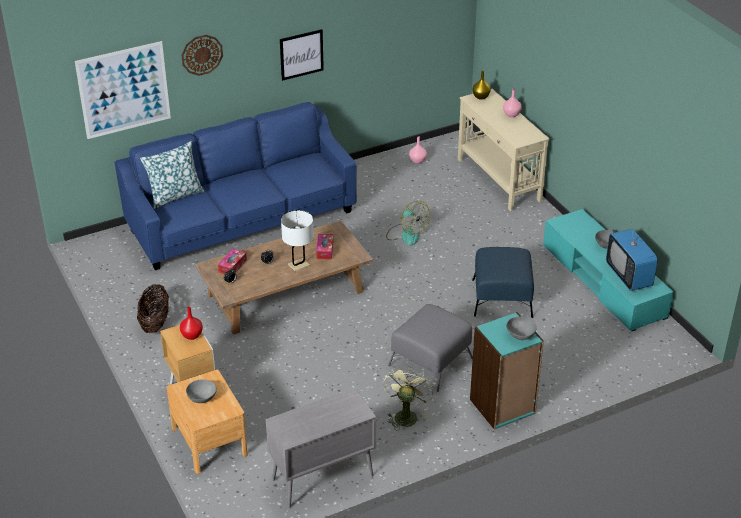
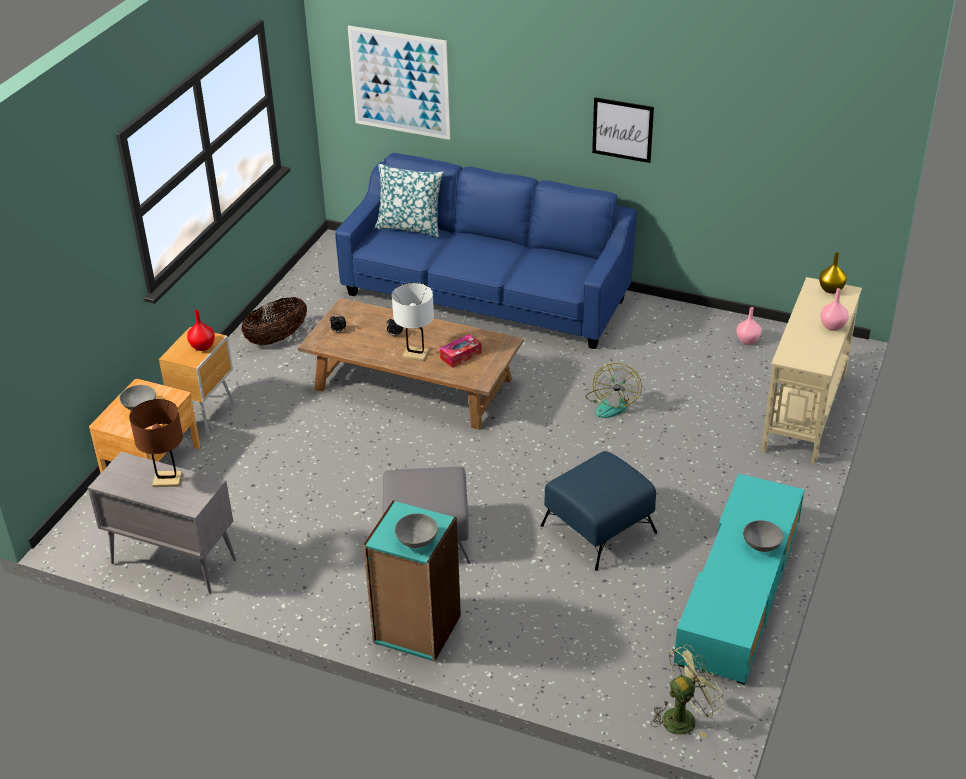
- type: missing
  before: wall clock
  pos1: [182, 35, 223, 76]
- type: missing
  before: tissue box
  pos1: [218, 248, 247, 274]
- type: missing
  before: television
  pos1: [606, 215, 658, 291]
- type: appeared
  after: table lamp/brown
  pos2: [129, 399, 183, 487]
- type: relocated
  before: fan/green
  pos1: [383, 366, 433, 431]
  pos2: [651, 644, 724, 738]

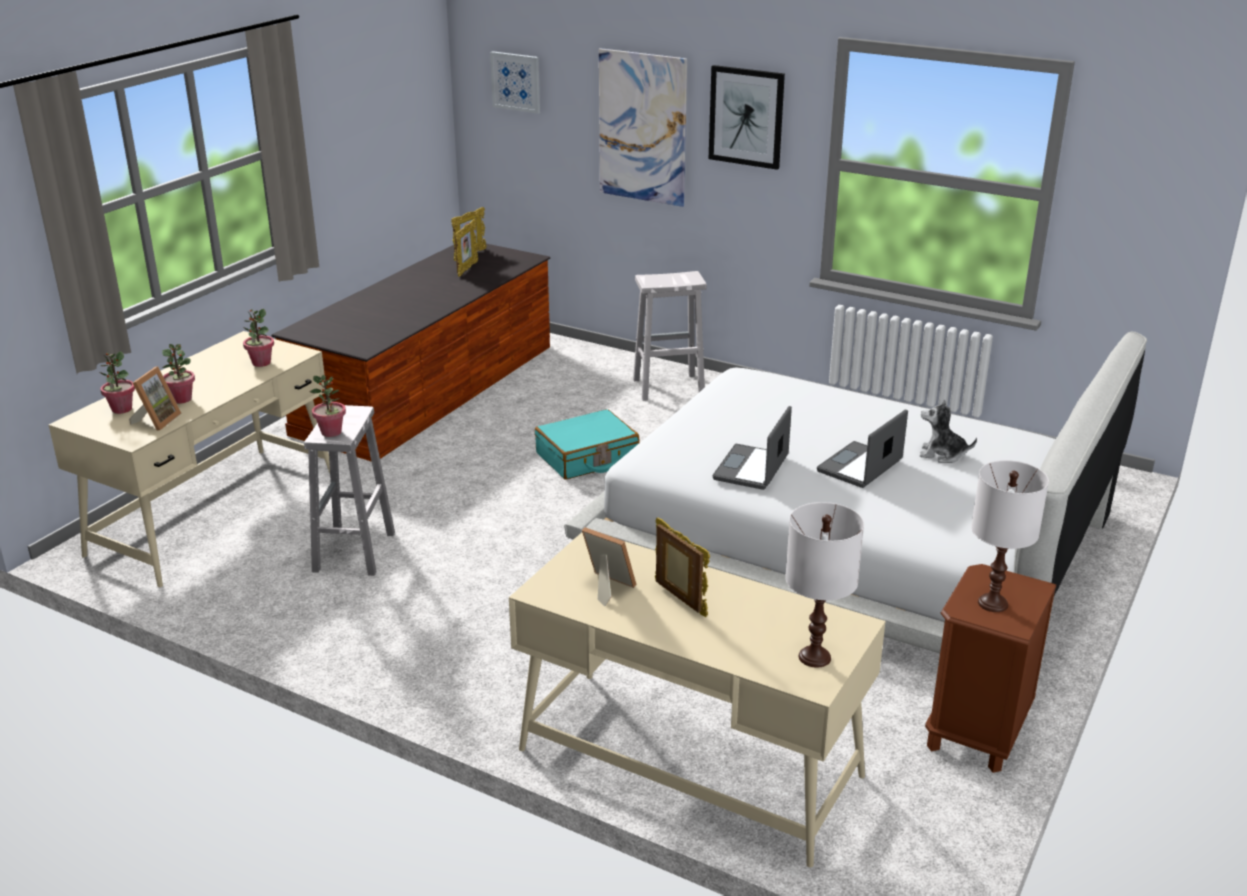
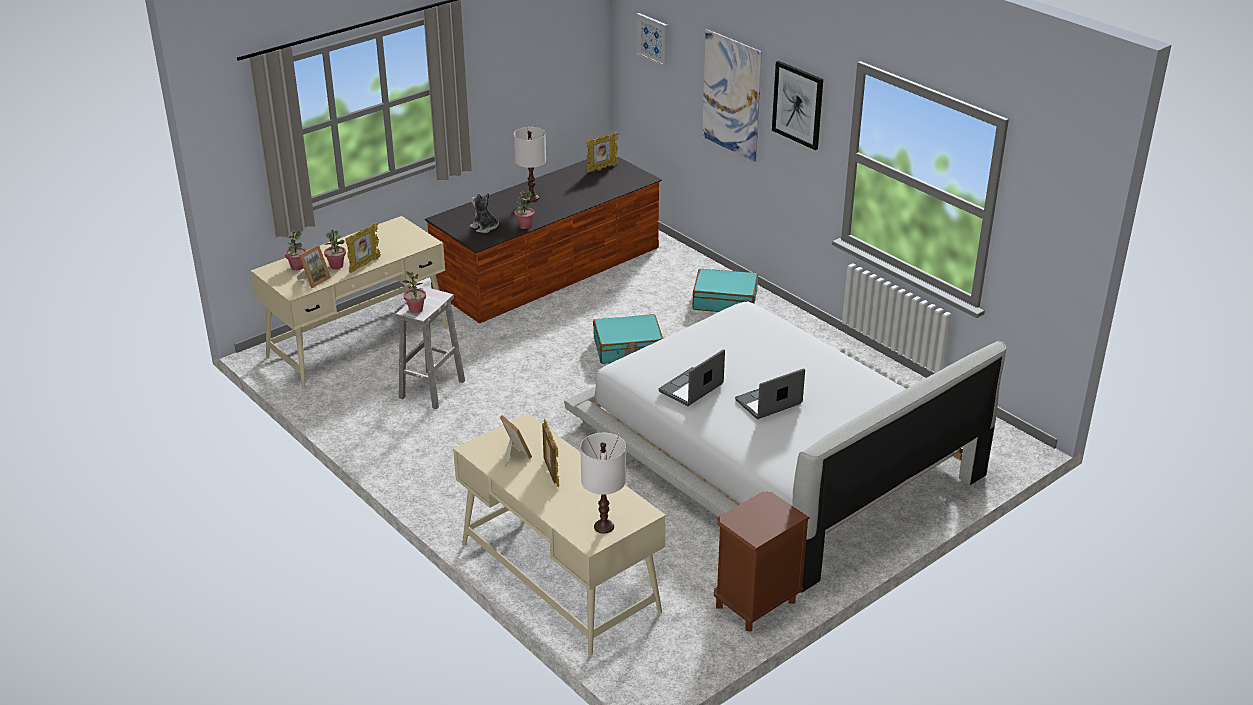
- type: relocated
  before: potted plant
  pos1: [243, 309, 274, 367]
  pos2: [515, 191, 535, 229]
- type: relocated
  before: picture frame
  pos1: [455, 219, 478, 277]
  pos2: [345, 223, 381, 273]
- type: relocated
  before: plush toy
  pos1: [920, 400, 977, 463]
  pos2: [470, 193, 499, 233]
- type: relocated
  before: table lamp/white
  pos1: [971, 460, 1049, 612]
  pos2: [514, 127, 546, 201]
- type: exchanged
  before: stool/white
  after: suitcase/turquoise
  pos1: [633, 271, 707, 401]
  pos2: [692, 269, 758, 312]

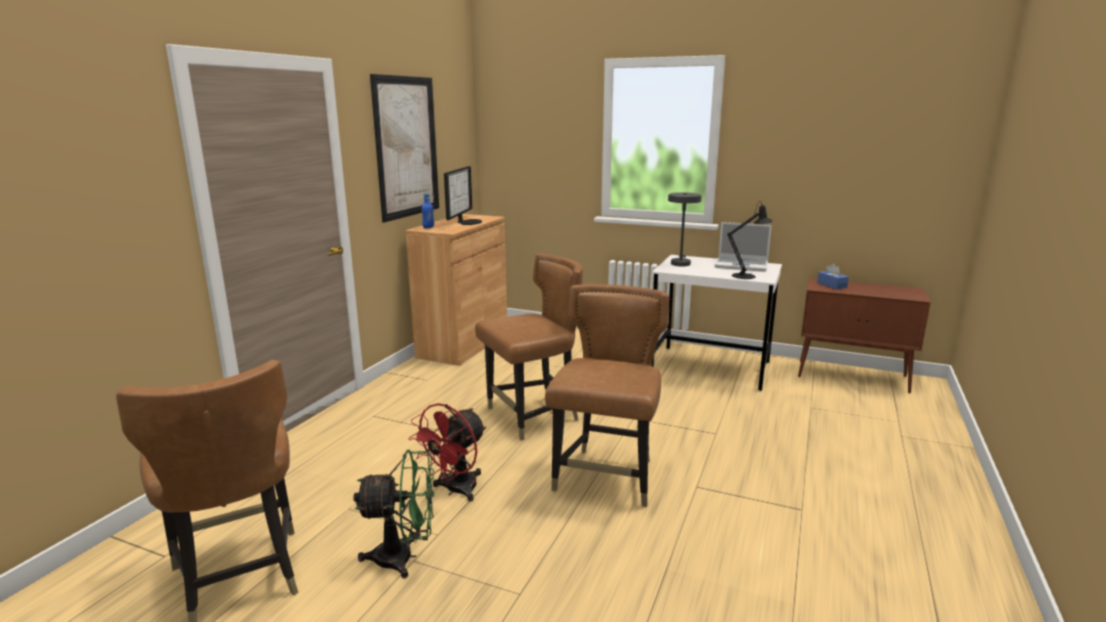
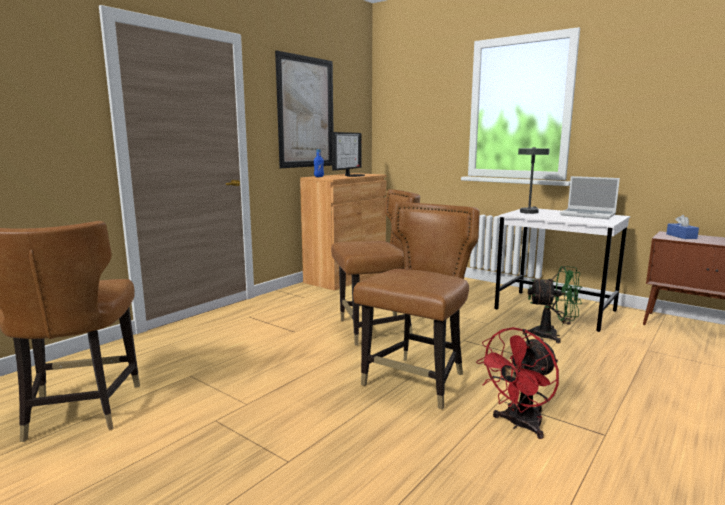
- type: missing
  before: table lamp/black
  pos1: [727, 201, 773, 279]
- type: relocated
  before: fan/green
  pos1: [353, 450, 435, 579]
  pos2: [523, 266, 582, 343]
- type: relocated
  before: fan/red
  pos1: [409, 403, 486, 501]
  pos2: [476, 327, 559, 439]

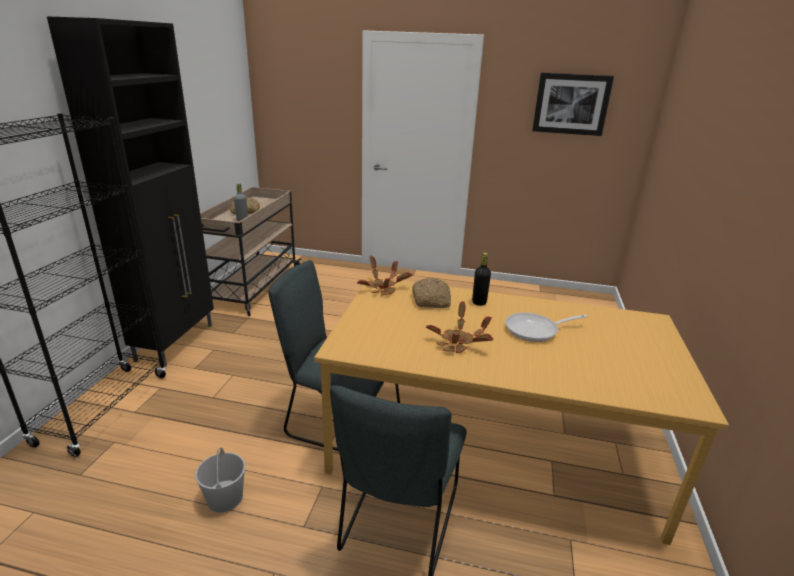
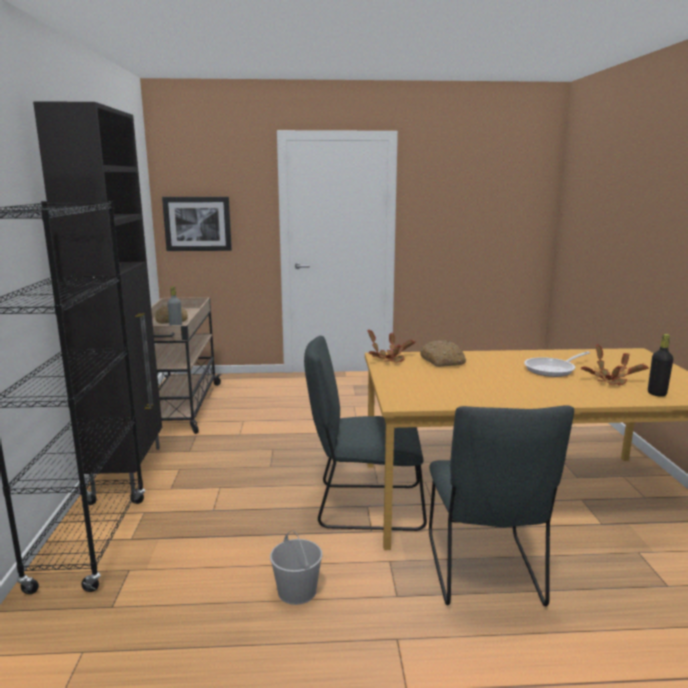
- type: relocated
  before: potted plant
  pos1: [426, 301, 493, 353]
  pos2: [581, 344, 649, 386]
- type: relocated
  before: bottle/black
  pos1: [472, 252, 491, 306]
  pos2: [648, 334, 673, 397]
- type: relocated
  before: picture
  pos1: [532, 72, 614, 136]
  pos2: [162, 197, 232, 251]

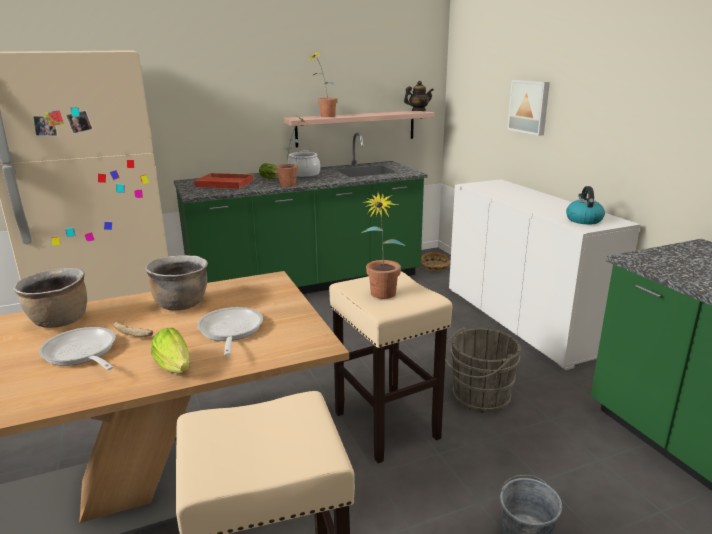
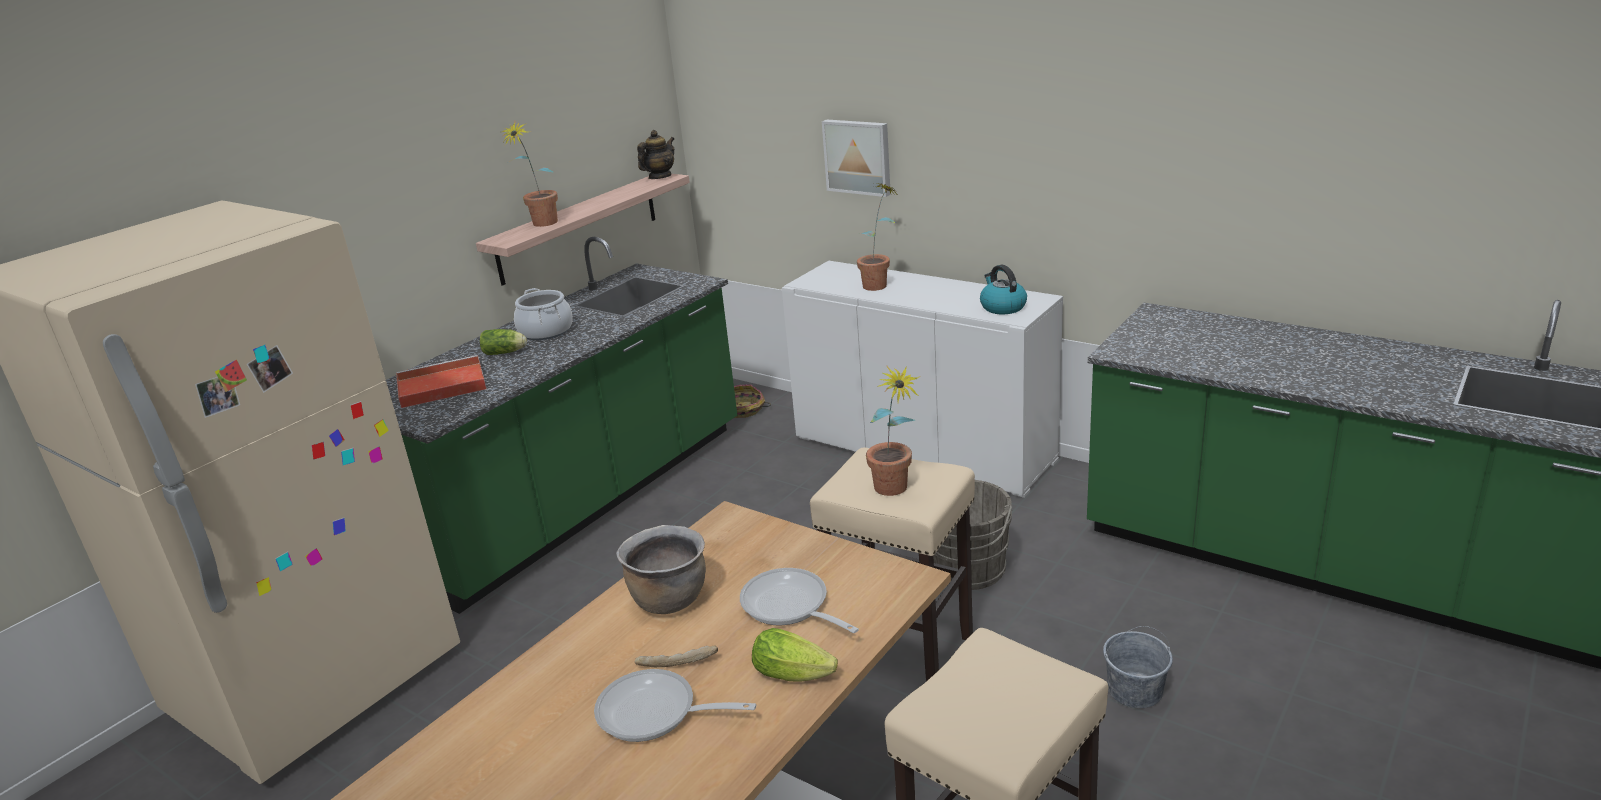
- type: missing
  before: cooking pot/brown
  pos1: [13, 268, 87, 328]
- type: relocated
  before: potted plant
  pos1: [276, 115, 306, 187]
  pos2: [857, 183, 899, 291]

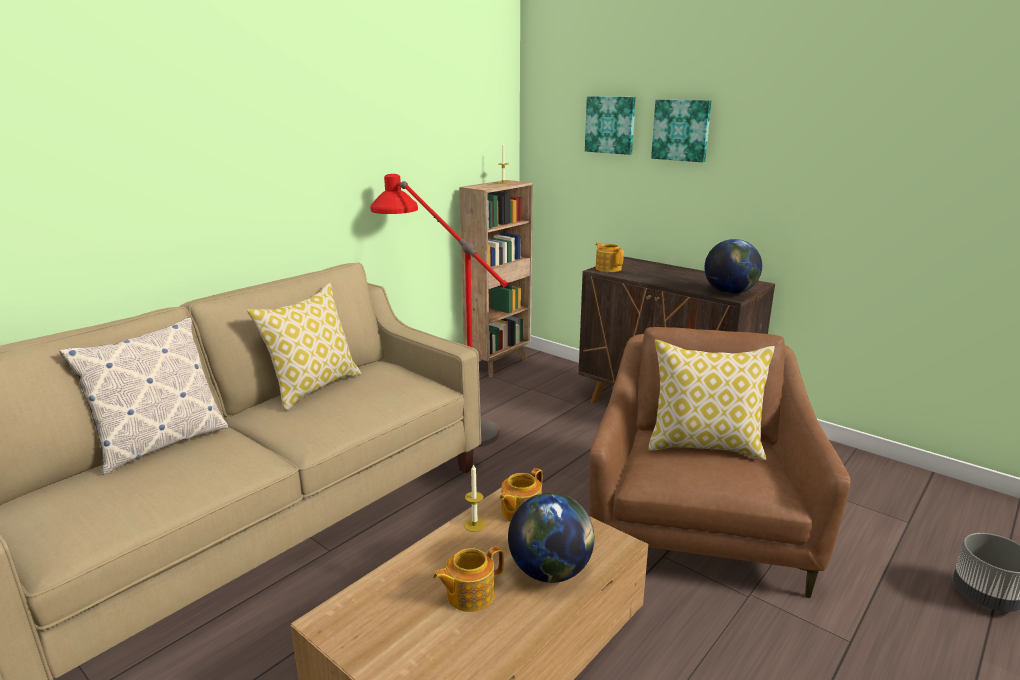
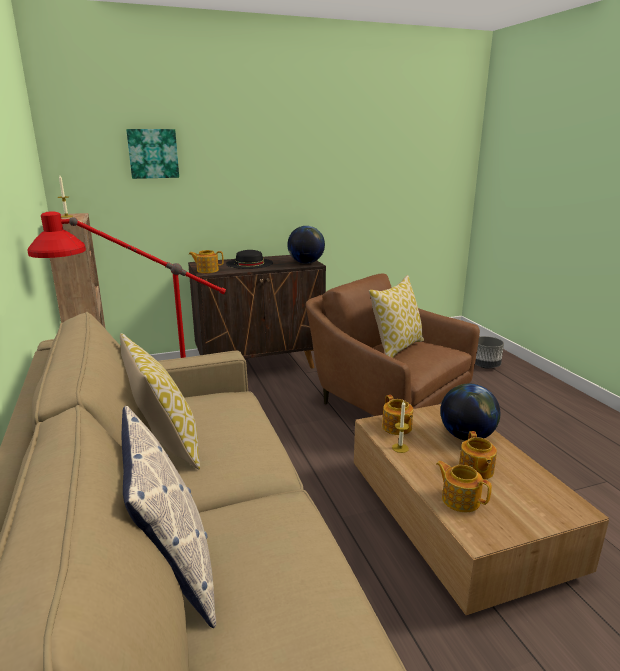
- type: missing
  before: picture
  pos1: [651, 100, 712, 162]
- type: appeared
  after: hat/black
  pos2: [226, 250, 273, 269]
- type: appeared
  after: teapot
  pos2: [436, 461, 492, 512]

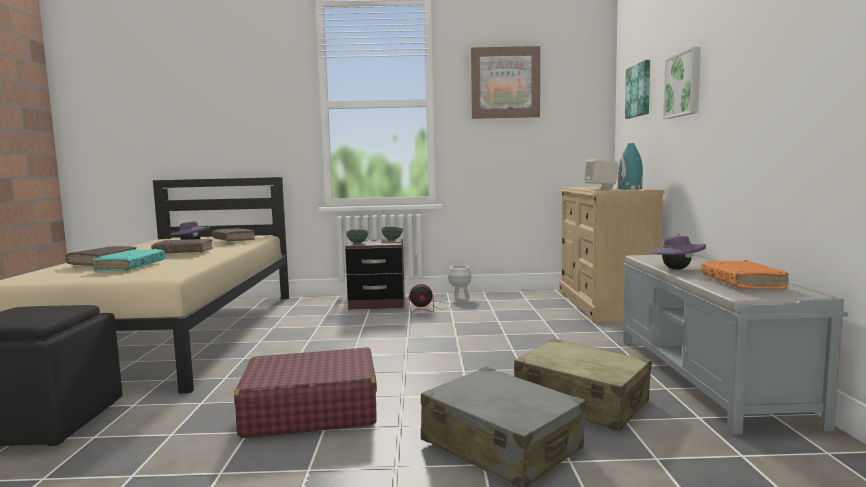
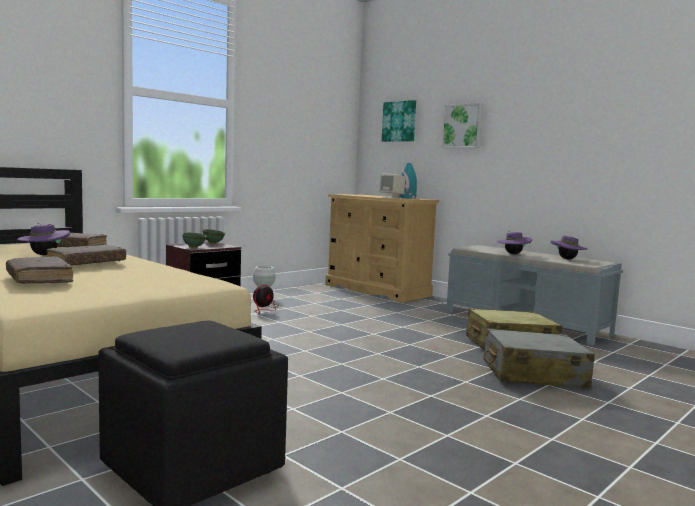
- type: missing
  before: book/turquoise
  pos1: [92, 249, 165, 272]
- type: missing
  before: suitcase/red
  pos1: [234, 347, 377, 438]
- type: missing
  before: picture
  pos1: [471, 46, 540, 119]
- type: exchanged
  before: book/orange
  after: hat/purple
  pos1: [701, 260, 789, 289]
  pos2: [550, 236, 587, 259]

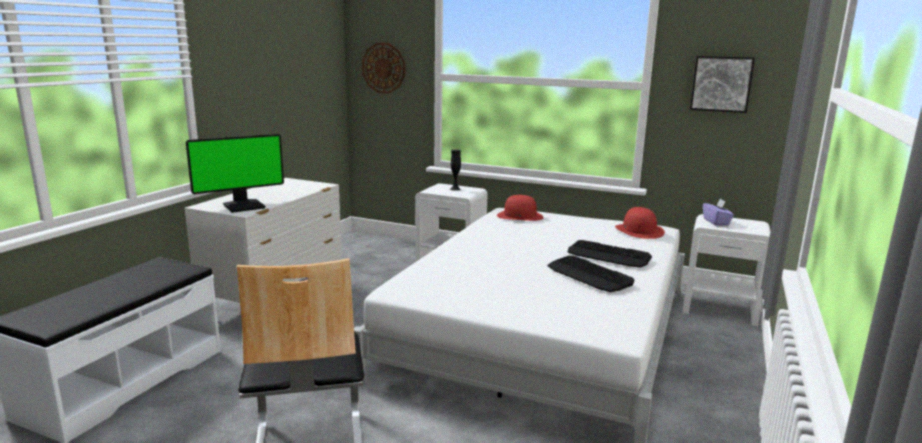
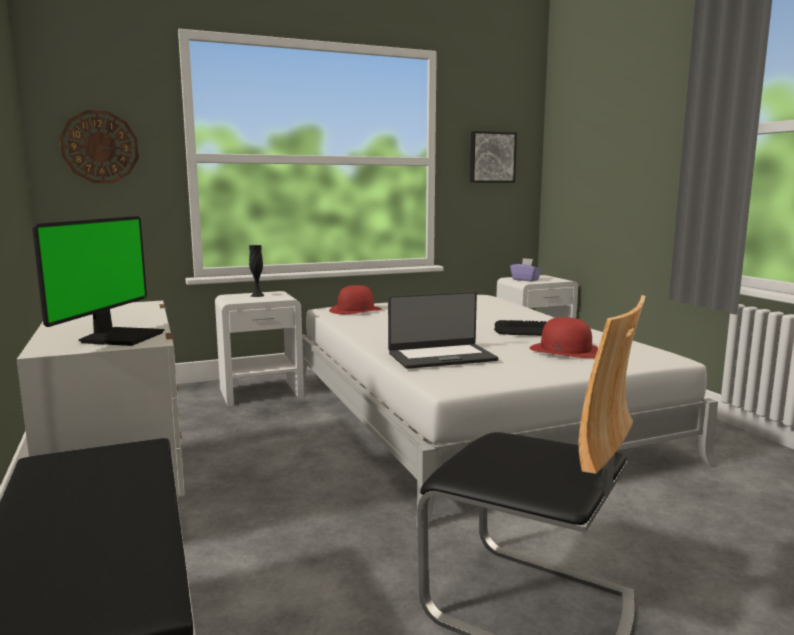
- type: missing
  before: keyboard
  pos1: [568, 240, 652, 268]
- type: appeared
  after: laptop
  pos2: [388, 291, 498, 369]
- type: relocated
  before: hat/red
  pos1: [615, 207, 665, 239]
  pos2: [530, 317, 598, 358]

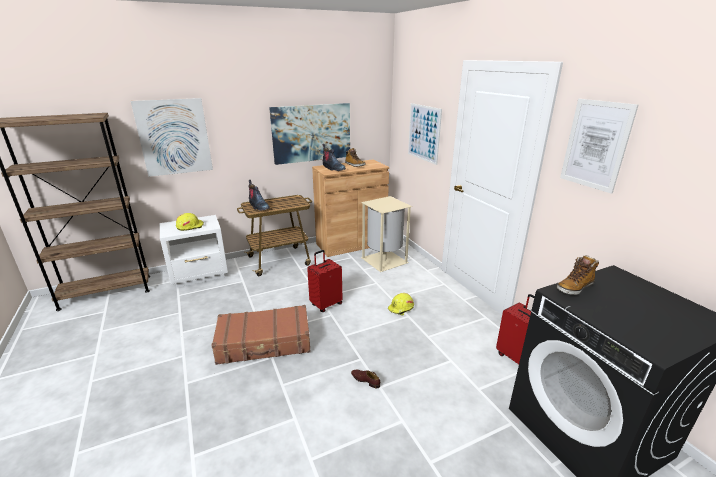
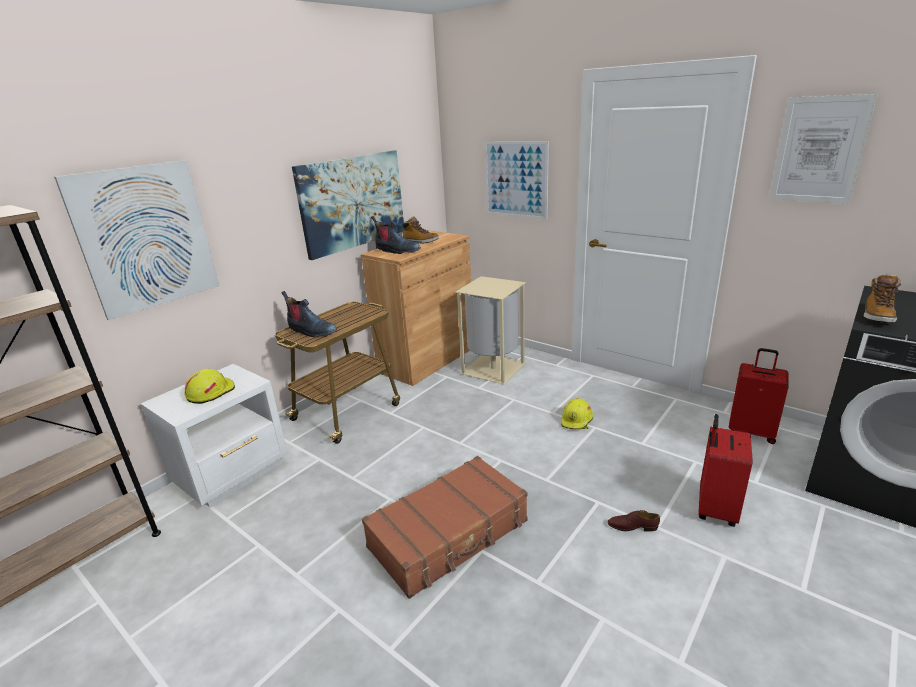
- type: relocated
  before: suitcase/red
  pos1: [307, 250, 342, 312]
  pos2: [698, 414, 753, 527]

